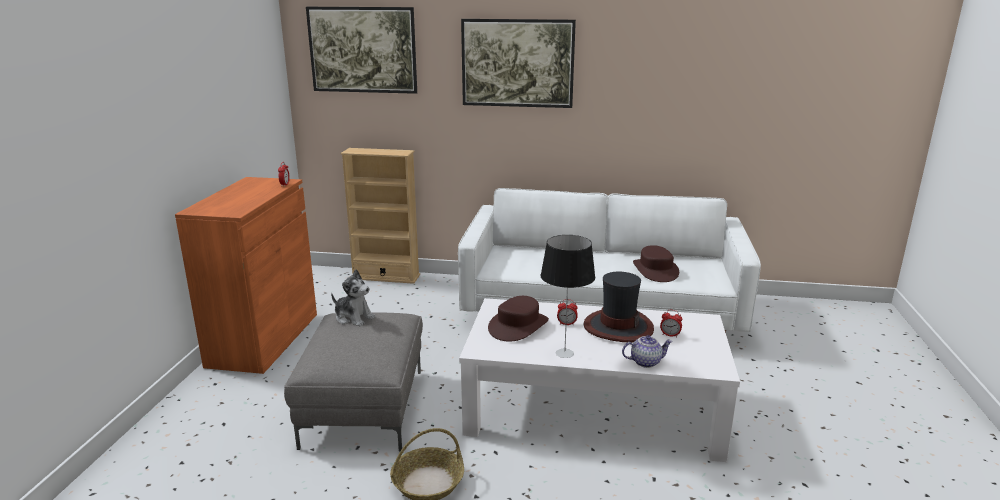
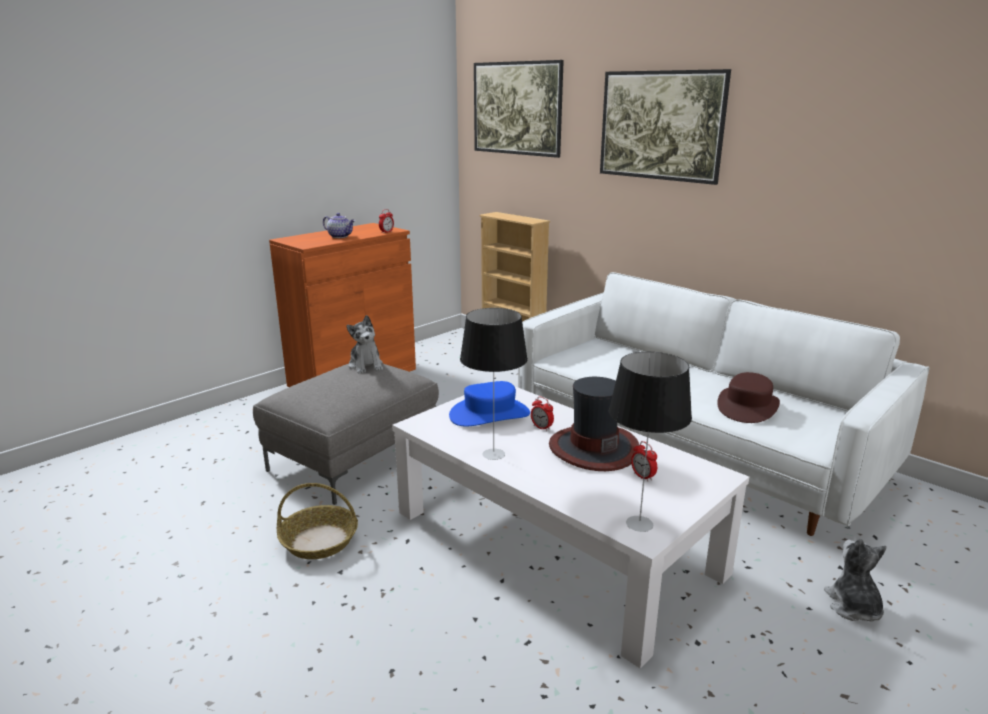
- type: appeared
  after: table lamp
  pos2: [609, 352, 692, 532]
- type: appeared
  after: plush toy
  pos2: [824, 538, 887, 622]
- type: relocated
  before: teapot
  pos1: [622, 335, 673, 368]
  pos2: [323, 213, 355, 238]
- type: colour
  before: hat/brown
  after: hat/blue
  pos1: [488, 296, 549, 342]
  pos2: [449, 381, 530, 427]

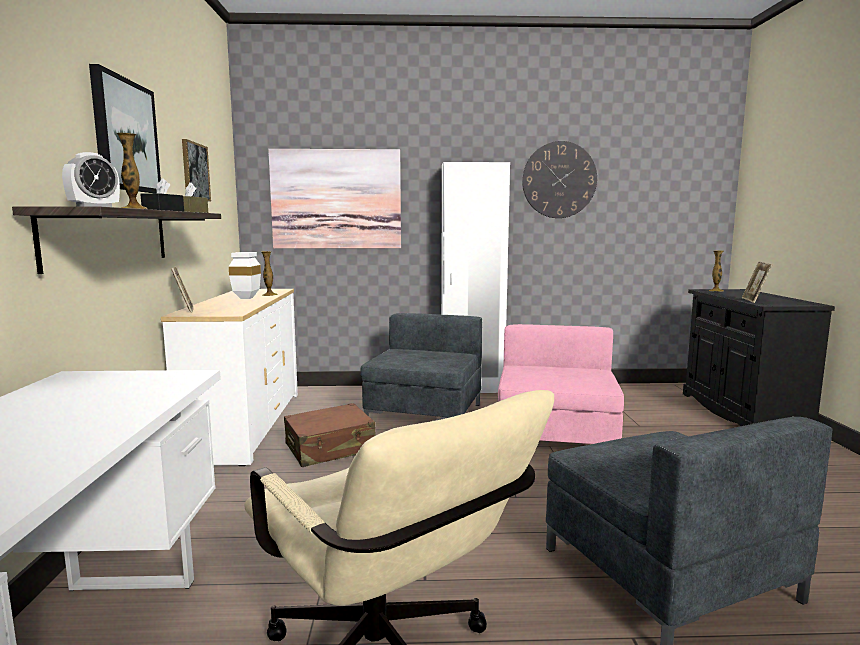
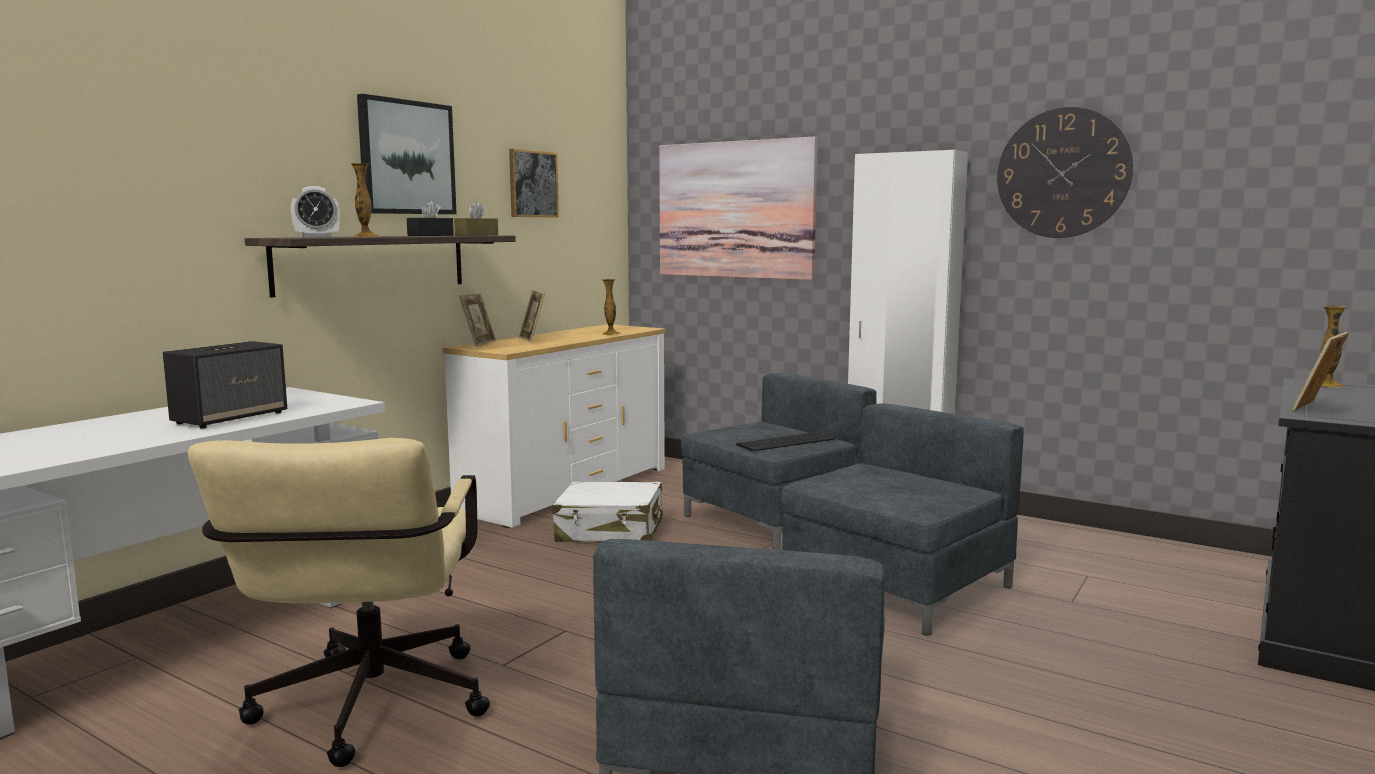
- type: missing
  before: vase/white
  pos1: [229, 252, 261, 299]
- type: appeared
  after: speaker
  pos2: [163, 341, 287, 429]
- type: appeared
  after: picture frame
  pos2: [519, 290, 545, 342]
- type: appeared
  after: keyboard
  pos2: [736, 432, 835, 451]
- type: colour
  before: suitcase/brown
  after: suitcase/white
  pos1: [284, 403, 376, 467]
  pos2: [552, 482, 664, 542]
- type: colour
  before: armchair/pink
  after: armchair/grey
  pos1: [498, 324, 624, 444]
  pos2: [781, 404, 1024, 636]

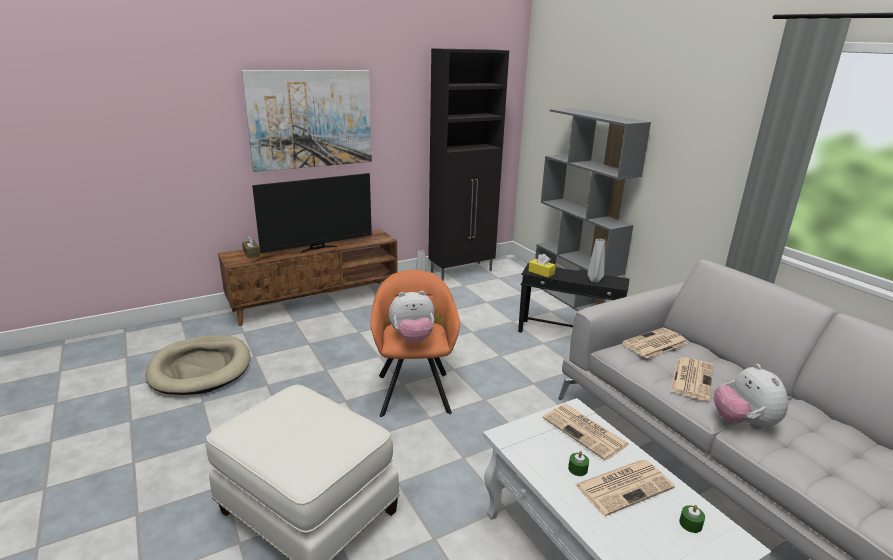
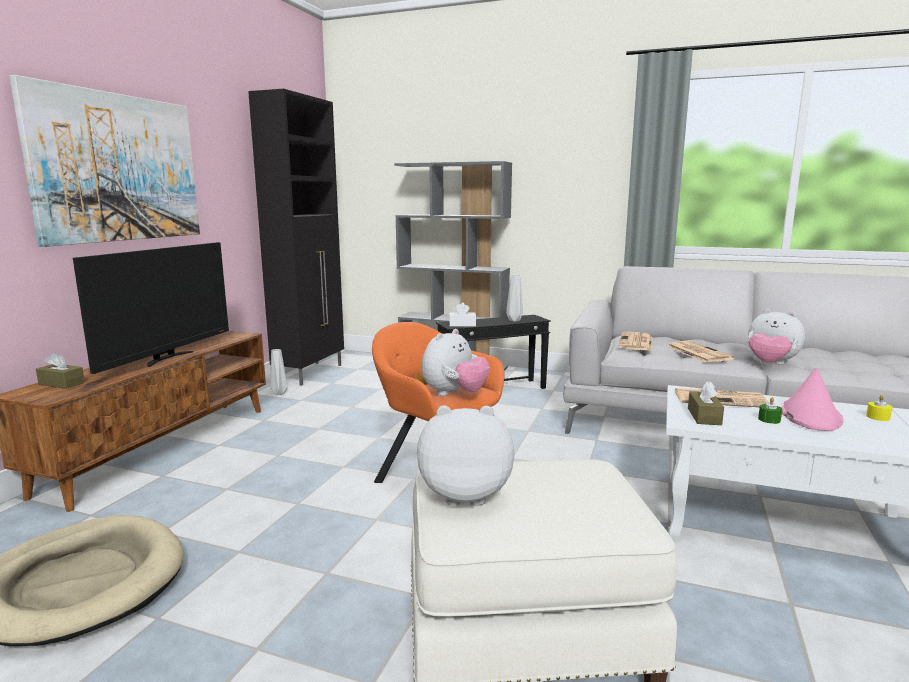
- type: appeared
  after: plush toy
  pos2: [417, 405, 514, 506]
- type: appeared
  after: tissue box/brown
  pos2: [688, 382, 724, 425]
- type: exchanged
  before: newspaper
  after: hat/pink
  pos1: [574, 460, 675, 516]
  pos2: [781, 367, 843, 431]
- type: colour
  before: tissue box/yellow
  after: tissue box/white
  pos1: [528, 254, 556, 278]
  pos2: [449, 303, 476, 327]
- type: colour
  before: candle/green
  after: candle/yellow
  pos1: [679, 505, 705, 533]
  pos2: [866, 395, 893, 421]

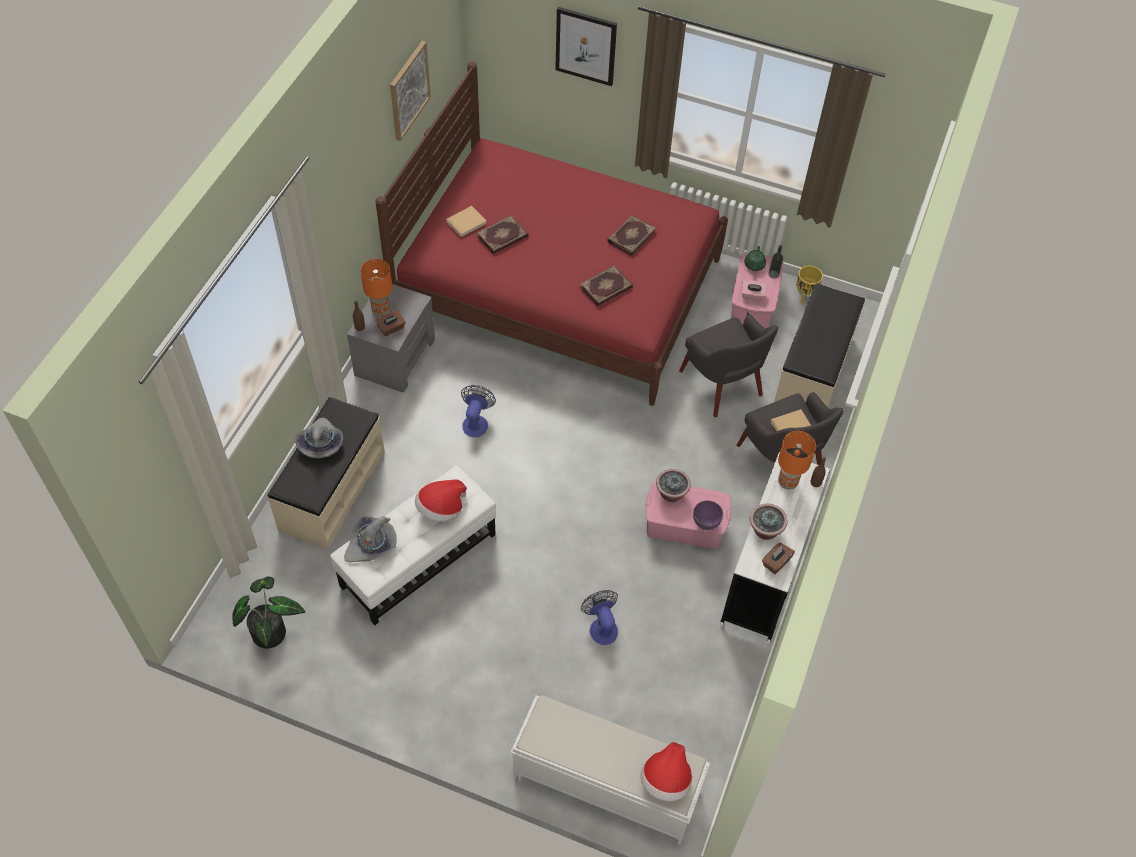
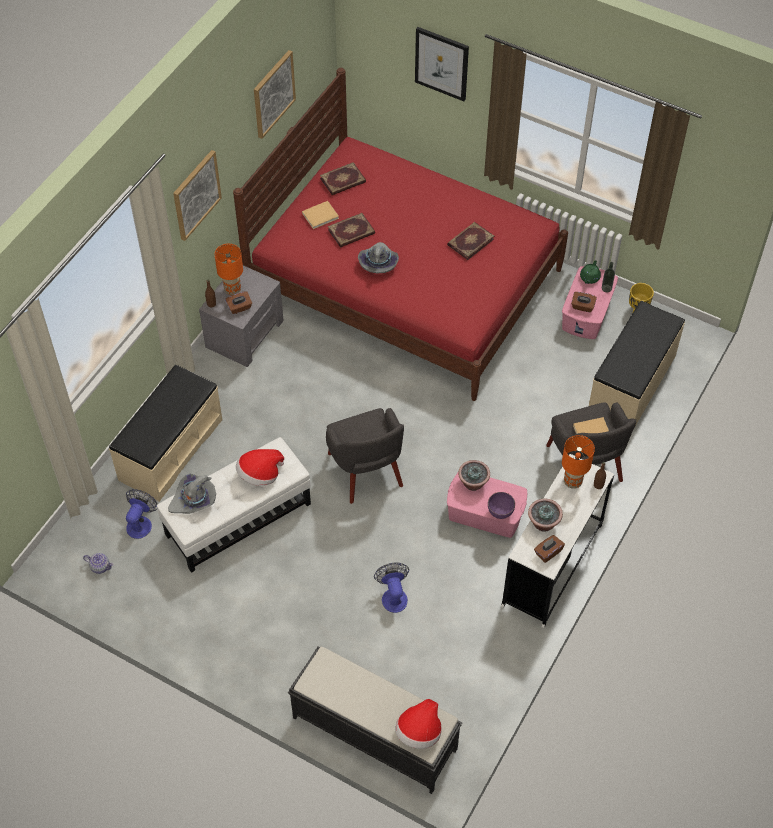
- type: appeared
  after: picture
  pos2: [173, 150, 222, 241]
- type: relocated
  before: hat/grey
  pos1: [295, 418, 343, 459]
  pos2: [358, 242, 399, 274]
- type: relocated
  before: fan
  pos1: [461, 385, 496, 437]
  pos2: [126, 489, 157, 539]
- type: relocated
  before: book
  pos1: [580, 265, 633, 306]
  pos2: [320, 162, 366, 195]
- type: relocated
  before: armchair/grey
  pos1: [679, 314, 778, 417]
  pos2: [326, 408, 404, 504]
- type: exchanged
  before: potted plant
  after: teapot
  pos1: [232, 576, 305, 649]
  pos2: [83, 553, 114, 574]
- type: colour
  before: bench/white
  after: bench/black
  pos1: [511, 695, 710, 845]
  pos2: [288, 647, 462, 794]
- type: colour
  before: tissue box/pink
  after: tissue box/brown
  pos1: [742, 280, 767, 301]
  pos2: [571, 292, 597, 312]

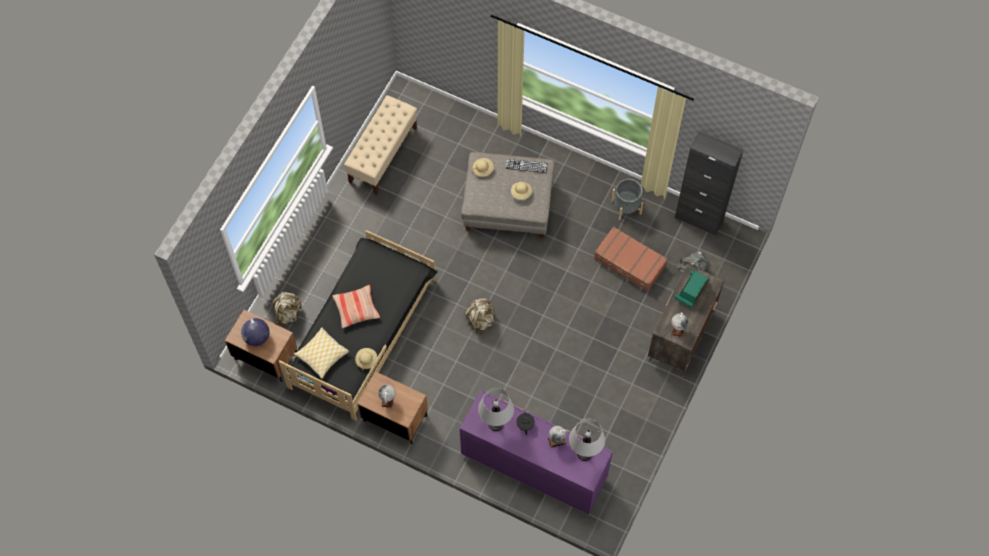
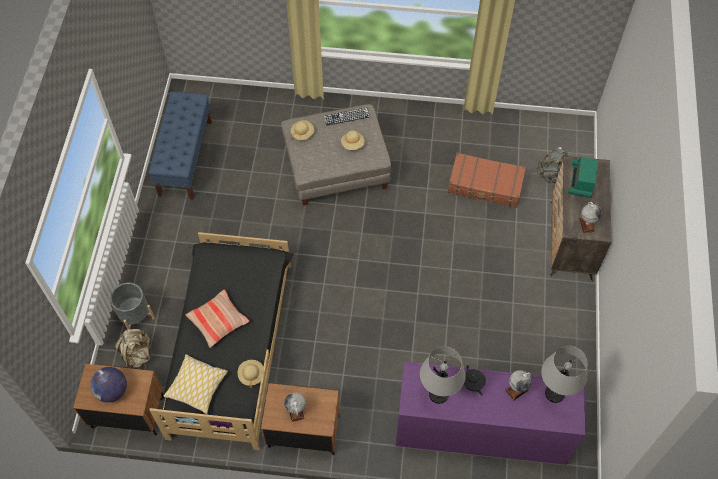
- type: missing
  before: backpack/beige
  pos1: [464, 298, 494, 334]
- type: missing
  before: cabinet/black
  pos1: [675, 131, 744, 236]
- type: relocated
  before: planter/grey
  pos1: [611, 179, 644, 220]
  pos2: [110, 282, 155, 329]
- type: colour
  before: bench/beige
  after: bench/blue
  pos1: [344, 95, 417, 195]
  pos2: [149, 92, 212, 200]

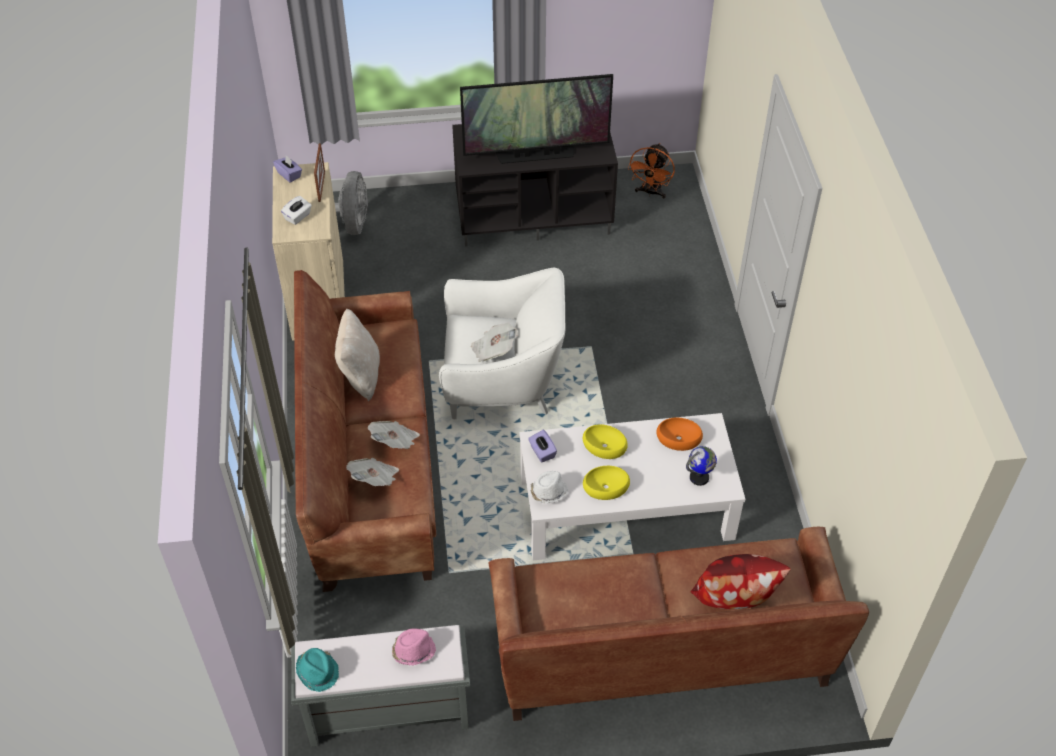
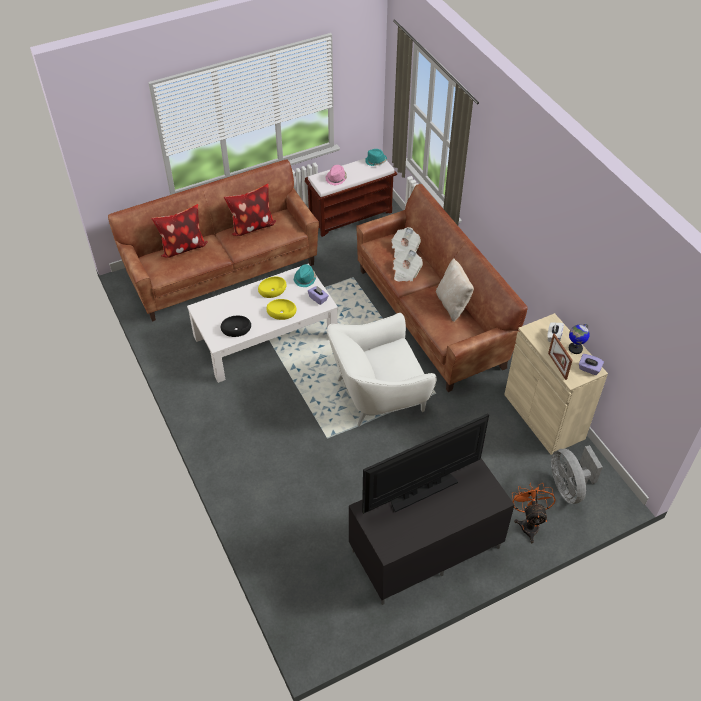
- type: missing
  before: newspaper
  pos1: [471, 322, 518, 362]
- type: appeared
  after: pillow
  pos2: [224, 184, 276, 236]
- type: relocated
  before: fan/orange
  pos1: [628, 143, 675, 198]
  pos2: [512, 483, 555, 543]
- type: relocated
  before: globe
  pos1: [686, 446, 717, 486]
  pos2: [569, 324, 590, 354]
- type: colour
  before: bench/grey
  after: bench/brown
  pos1: [291, 625, 470, 747]
  pos2: [305, 158, 397, 237]
- type: colour
  before: hat/white
  after: hat/turquoise
  pos1: [531, 471, 568, 503]
  pos2: [293, 264, 317, 287]
- type: colour
  before: bowl/orange
  after: bowl/black
  pos1: [656, 418, 703, 451]
  pos2: [221, 316, 251, 337]

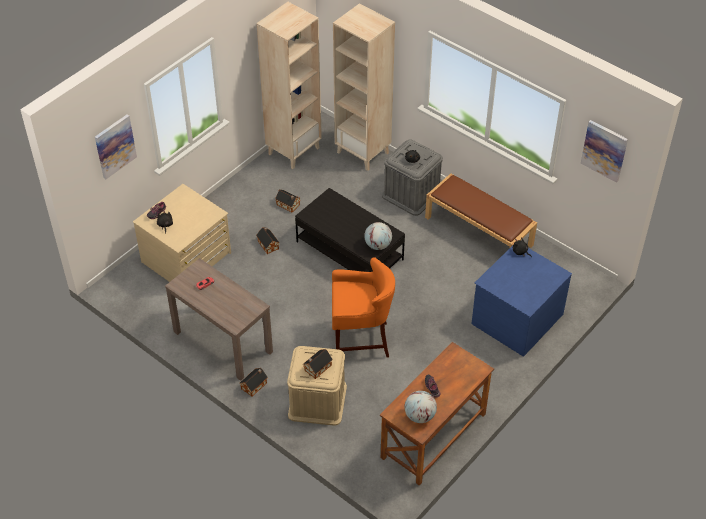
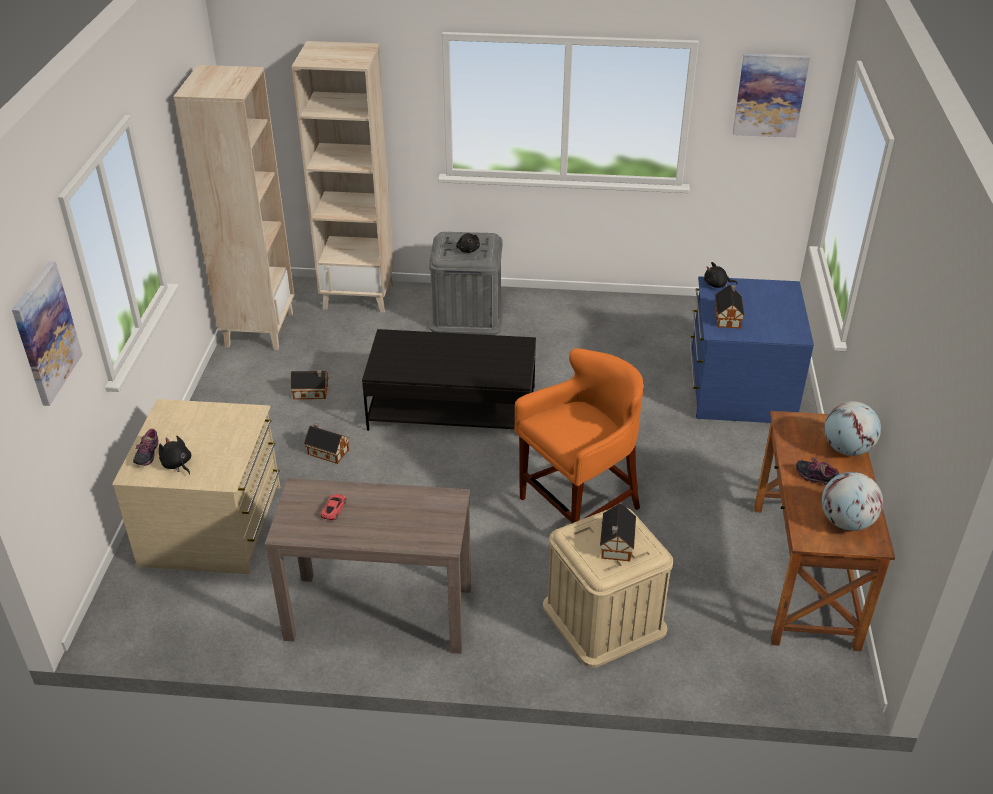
- type: missing
  before: bench/brown
  pos1: [425, 173, 537, 248]
- type: relocated
  before: toy house
  pos1: [240, 368, 268, 397]
  pos2: [715, 285, 745, 329]
- type: relocated
  before: globe
  pos1: [364, 222, 392, 250]
  pos2: [824, 401, 881, 456]

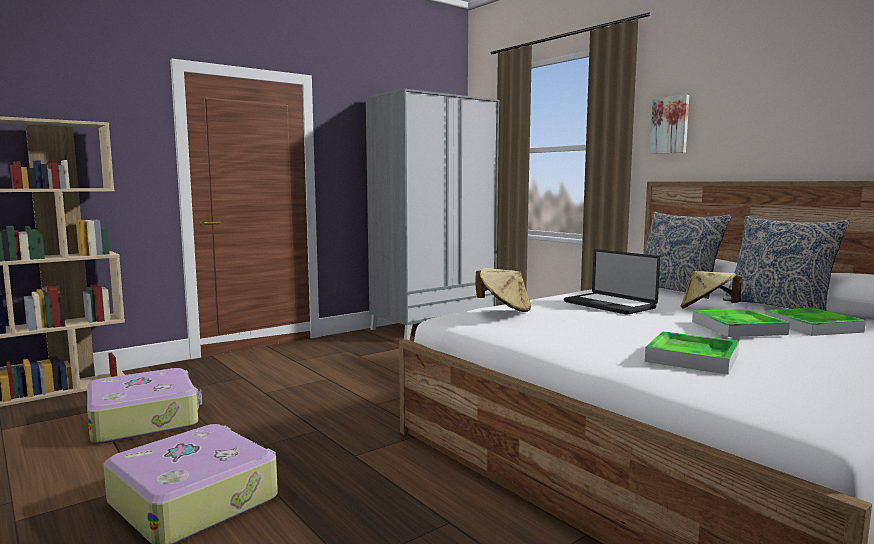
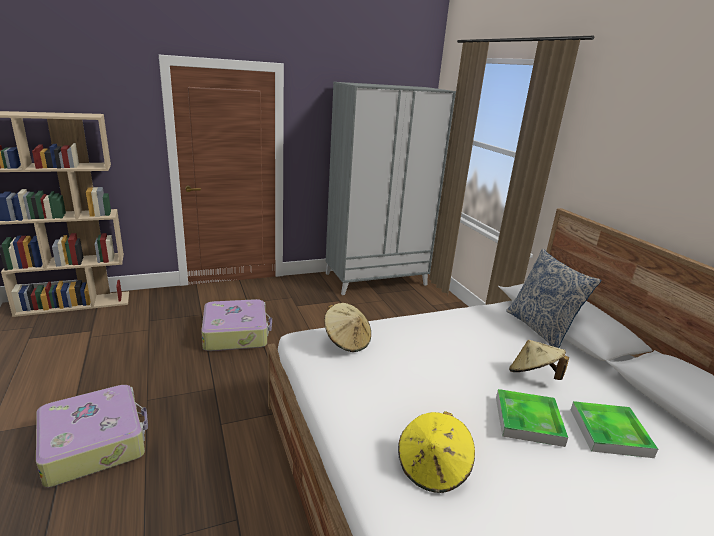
- type: missing
  before: laptop
  pos1: [564, 249, 660, 315]
- type: missing
  before: picture
  pos1: [650, 95, 689, 154]
- type: missing
  before: pillow
  pos1: [723, 216, 850, 310]
- type: relocated
  before: suitcase
  pos1: [87, 368, 202, 444]
  pos2: [201, 299, 272, 351]
- type: exchanged
  before: tray
  after: hat/yellow
  pos1: [645, 331, 739, 375]
  pos2: [398, 411, 475, 493]

